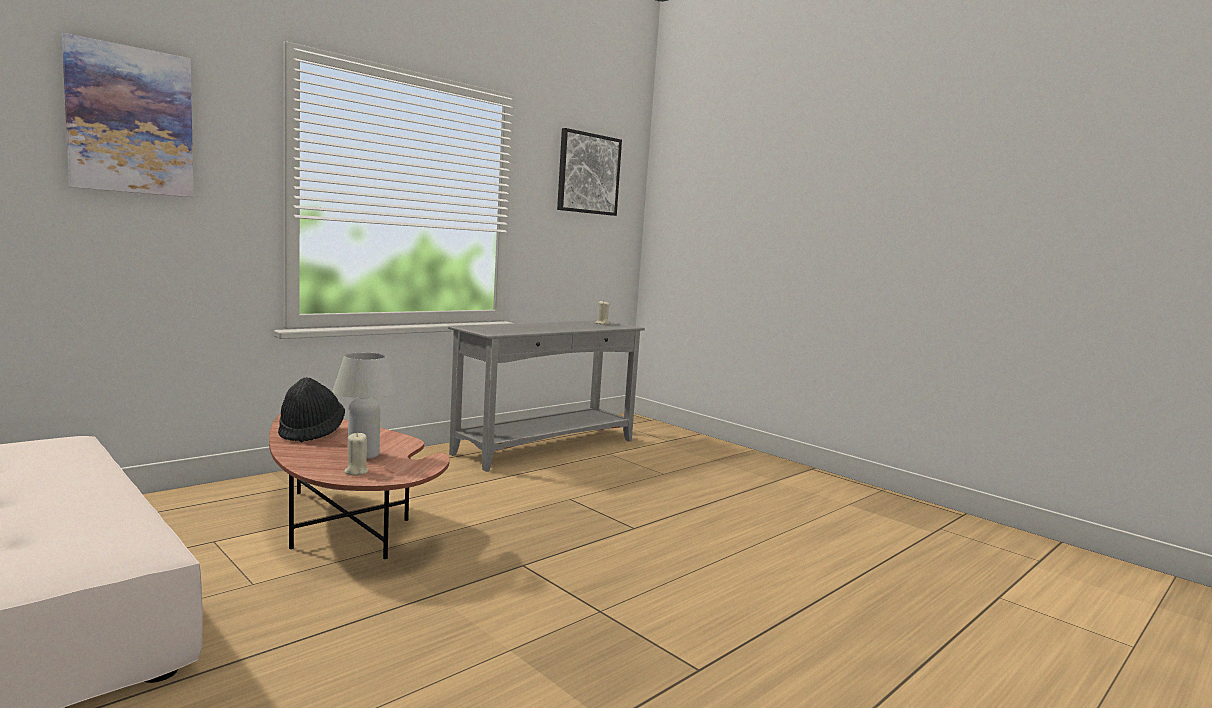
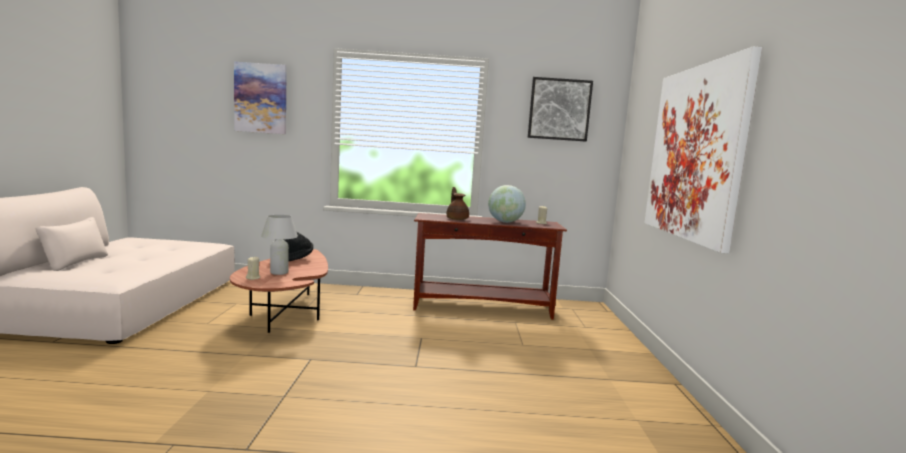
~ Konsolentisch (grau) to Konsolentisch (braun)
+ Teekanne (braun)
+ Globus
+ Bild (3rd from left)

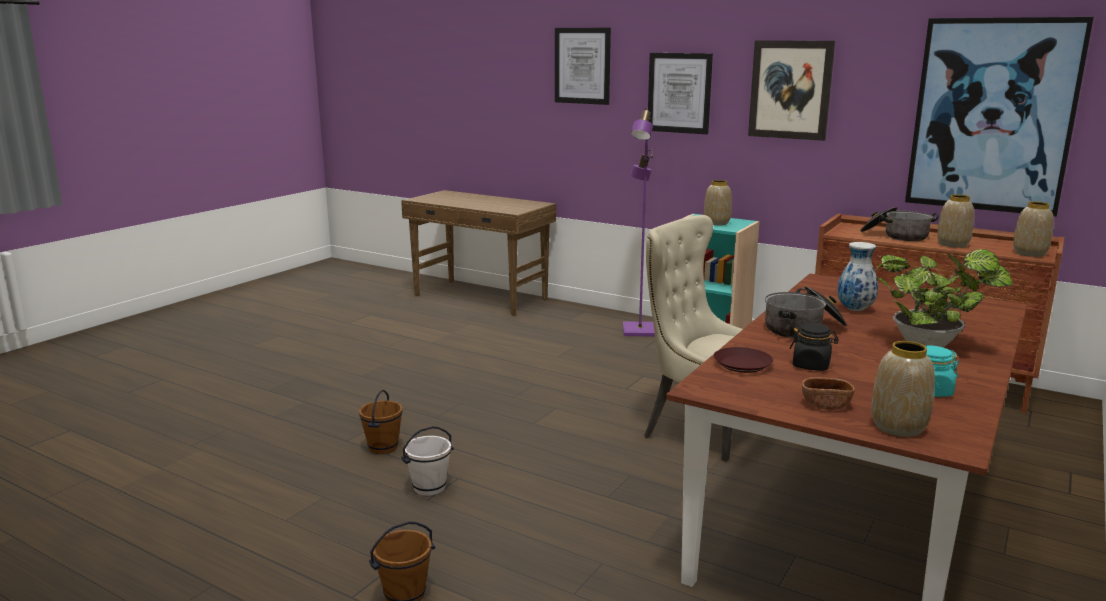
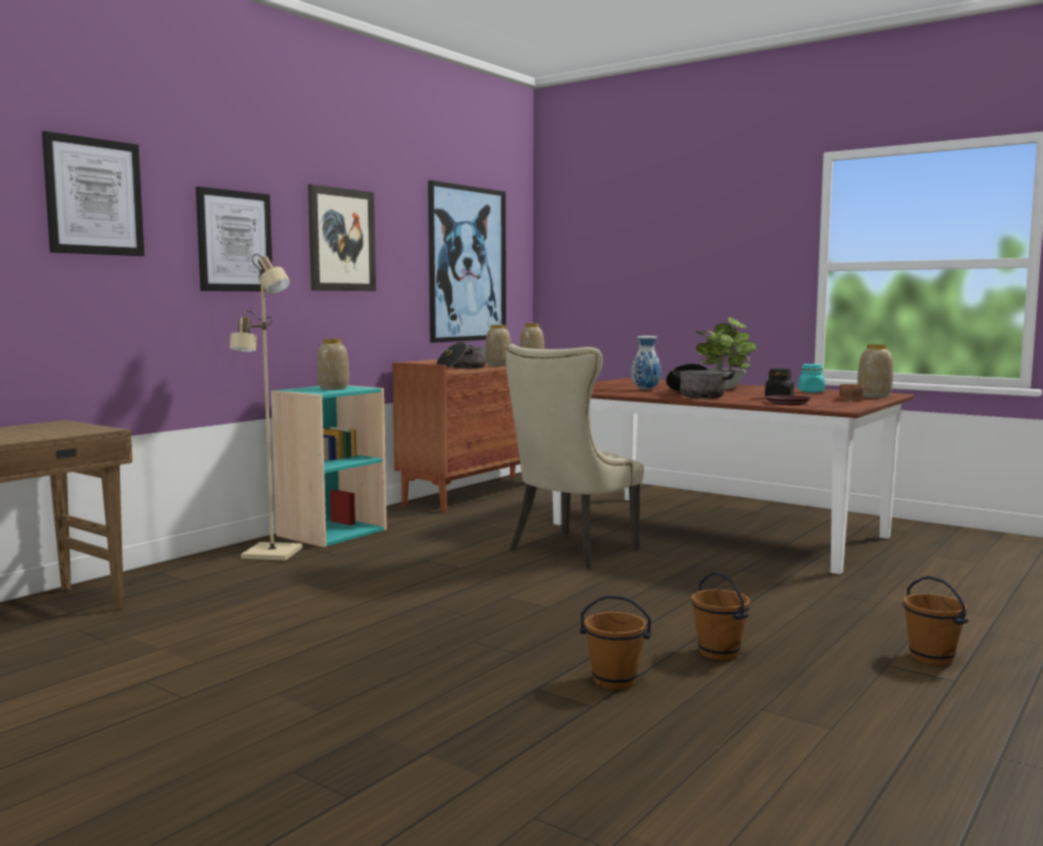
~ Eimer (weiß) to Eimer (braun) (2nd from left)
~ Stehlampe (lila) to Stehlampe (beige)

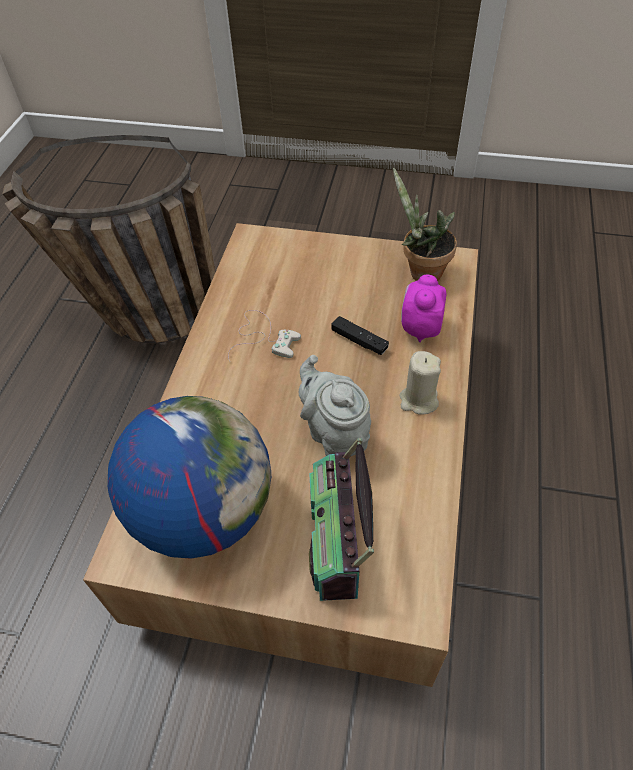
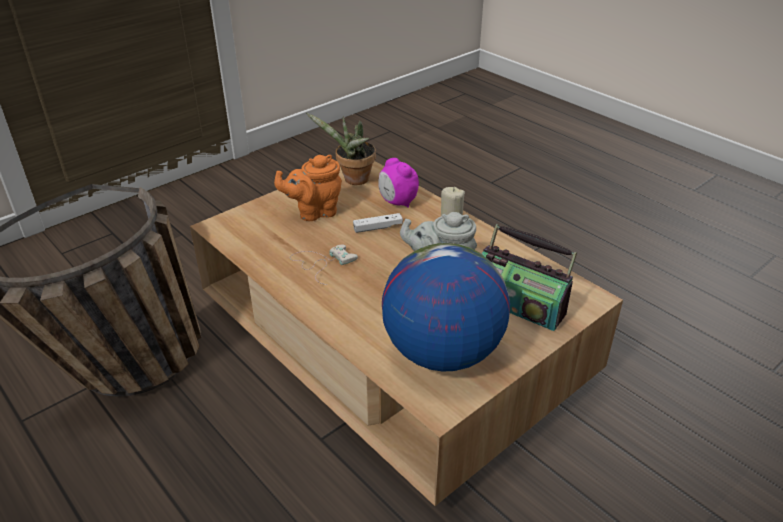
~ Gamepad (schwarz) to Gamepad (weiß) (2nd from left)
+ Teekanne (orange)

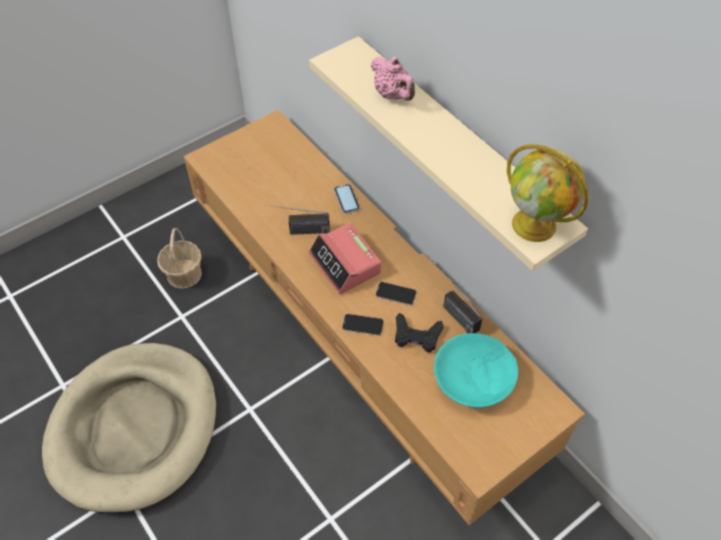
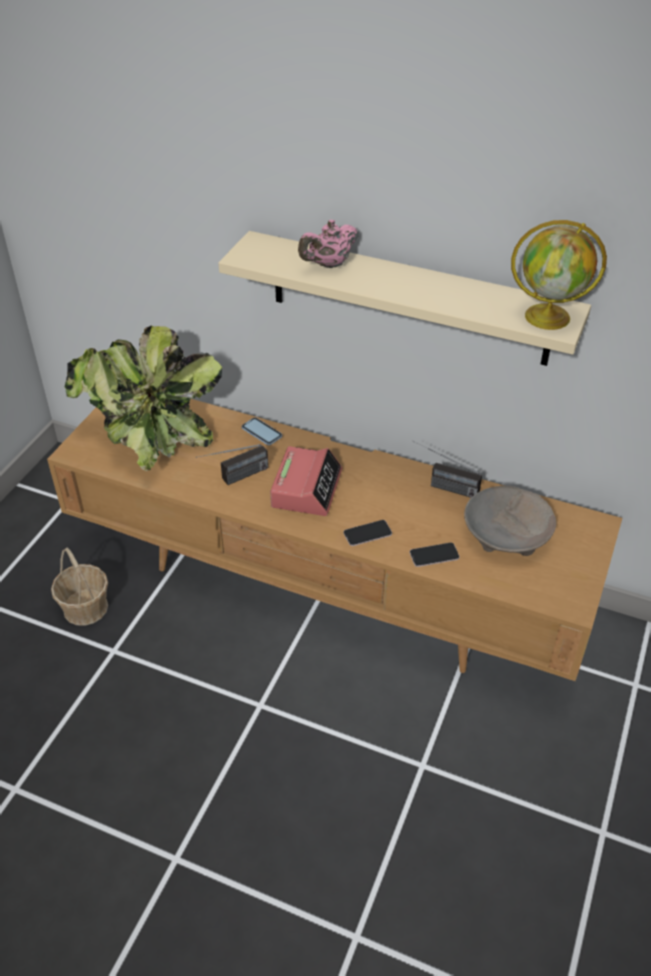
- Hundebett (beige)
~ Wecker 105 degrees counterclockwise
~ Teekanne (rosa) 120 degrees clockwise
~ Handy (3rd from left)
- Gamepad (schwarz)
~ Schüssel (türkis) to Schüssel (beige)
+ Topfpflanze

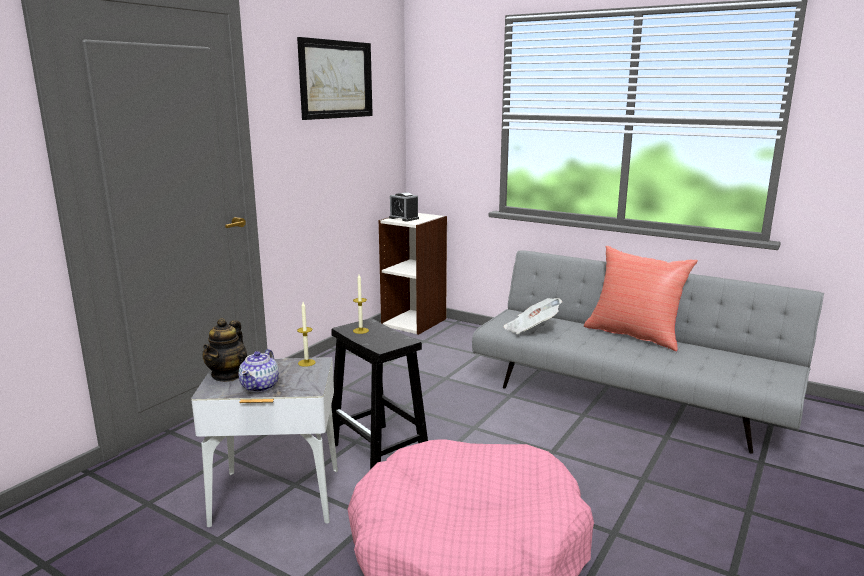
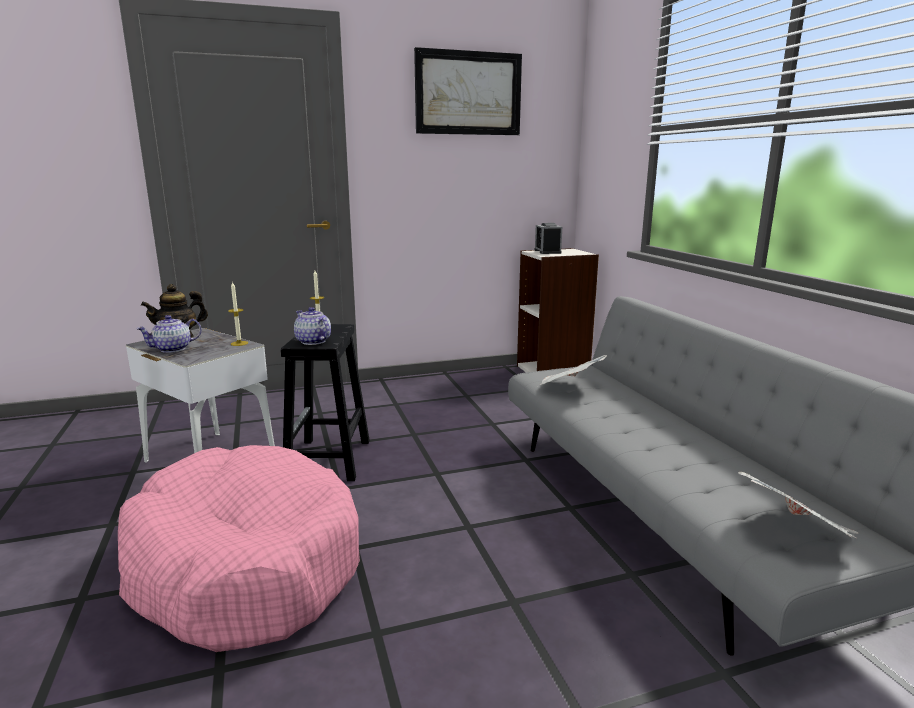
- Kissen (rot)
+ Teekanne (3rd from left)
+ Zeitung (2nd from left)

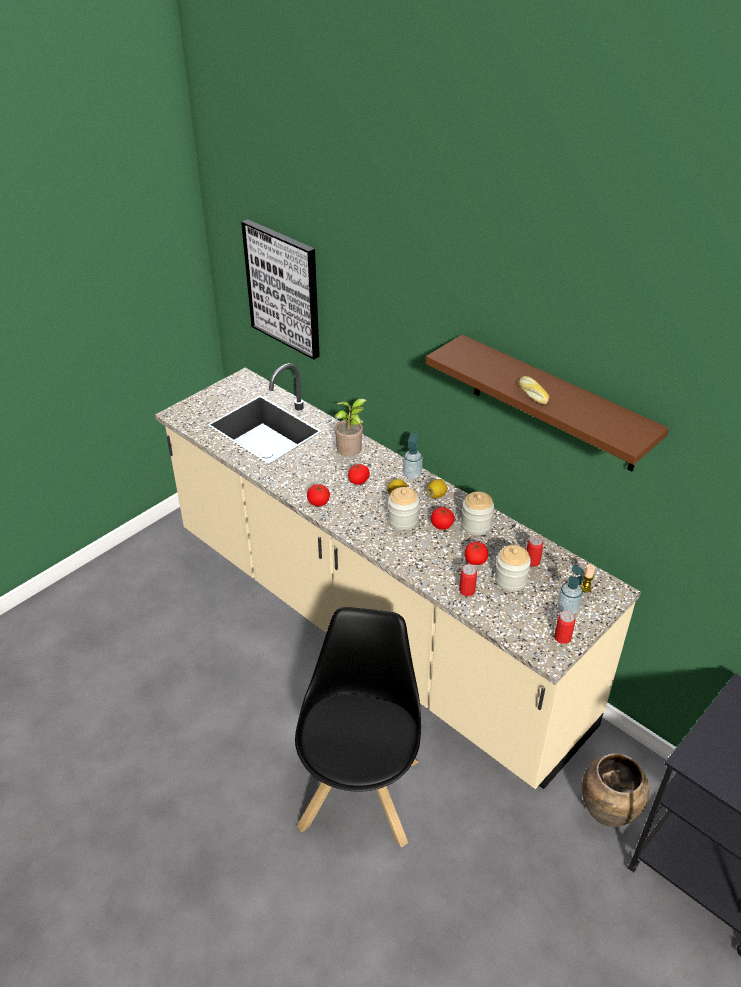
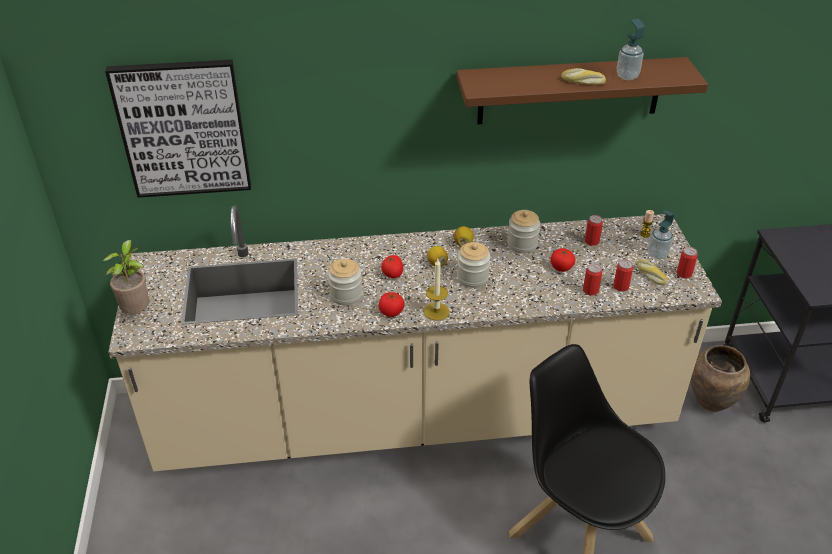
~ Topfpflanze
~ Seifenspender (1st from left)
- Tomate (3rd from left)
~ Vorratsglas (3rd from left in the first image) to Vorratsglas (1st from left)
+ Kerze (1st from left)
+ Dose (3rd from left)
+ Brot (2nd from left)

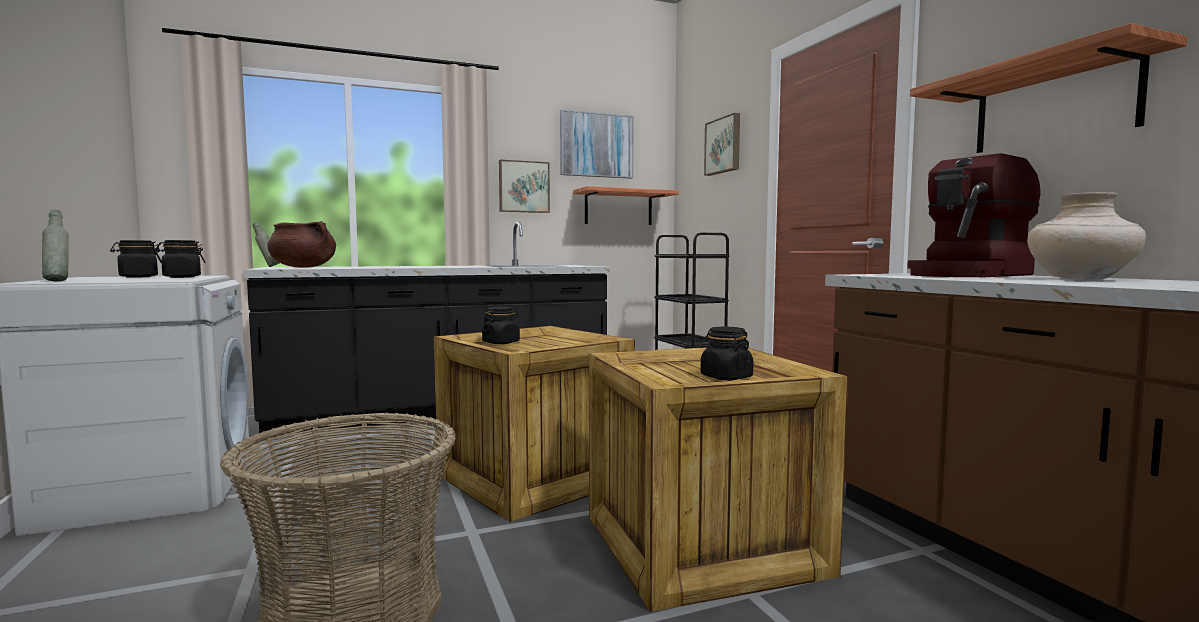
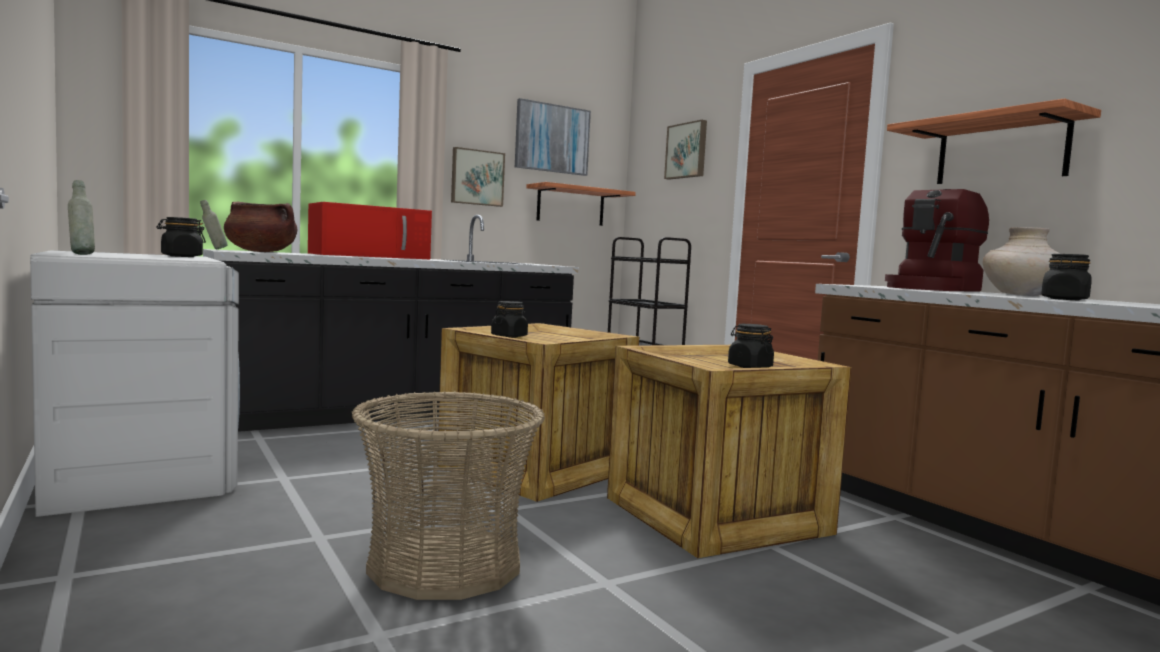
~ Vorratsglas (schwarz) (1st from left in the first image) to Vorratsglas (schwarz) (4th from left)
+ Mikrowelle (rot)

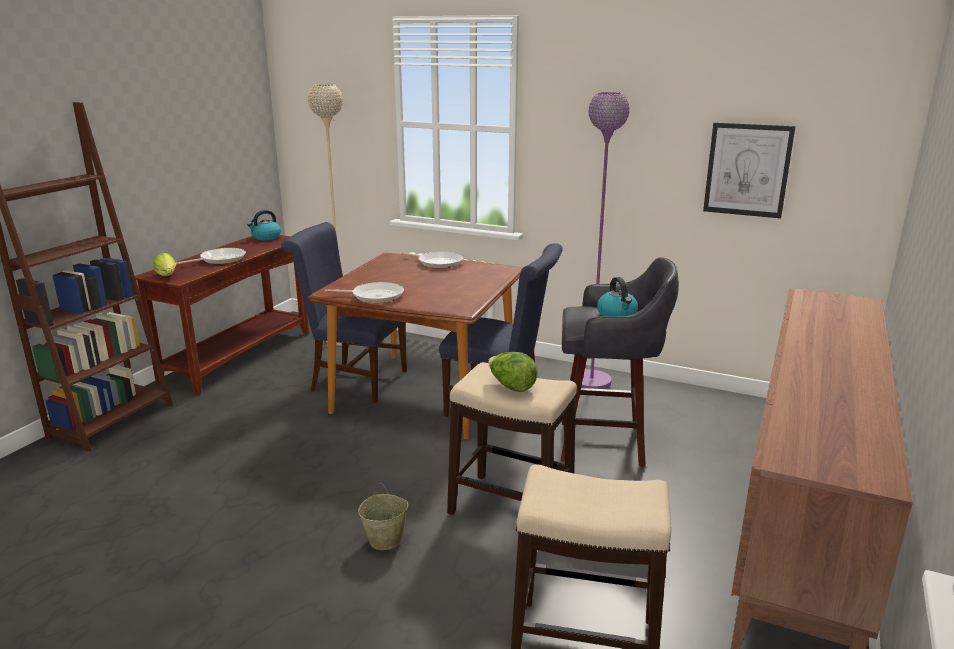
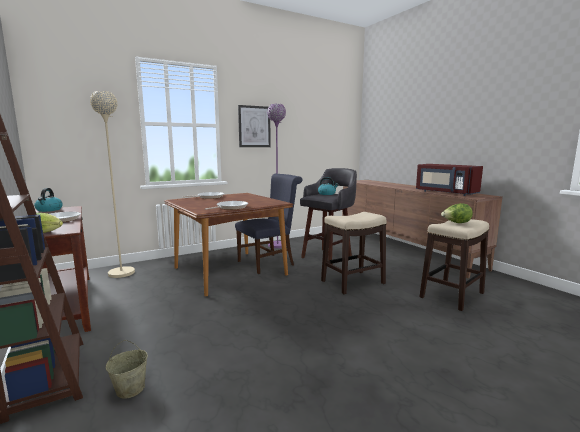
- Stuhl (blau) (1st from left)
~ Eimer (beige)
~ Salatkopf (2nd from left)
~ Bild
+ Mikrowelle (rot)

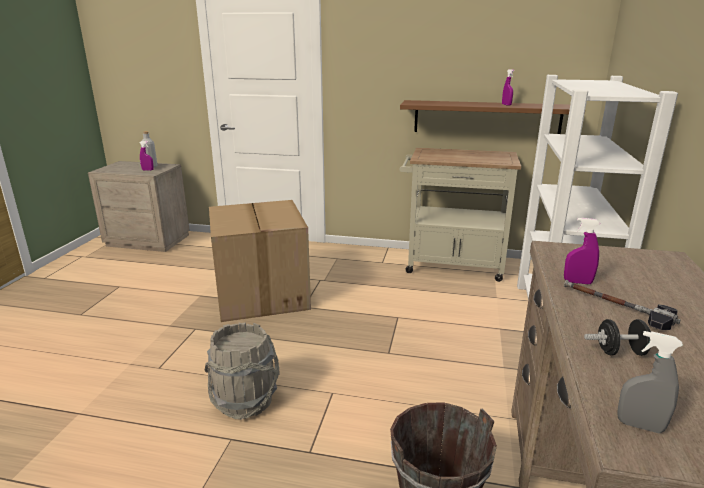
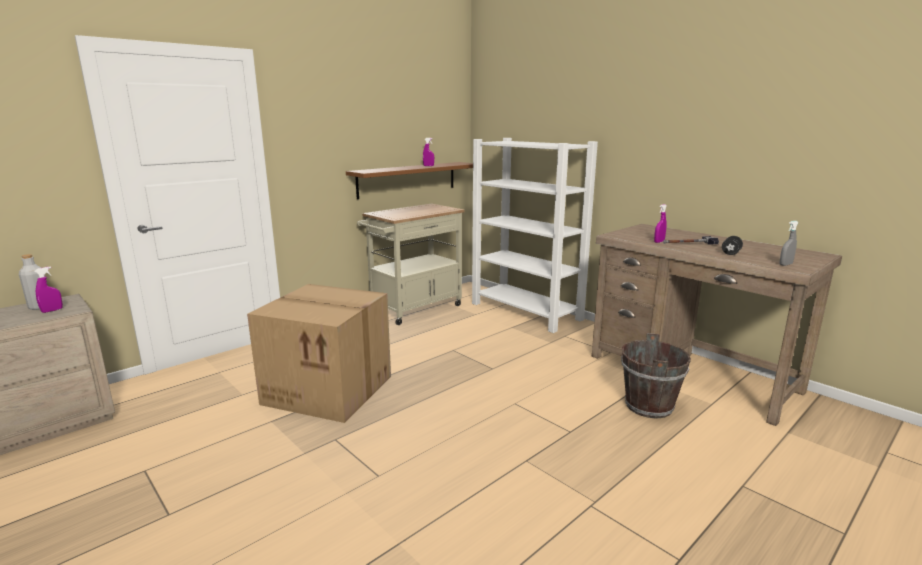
- Eimer (grau)

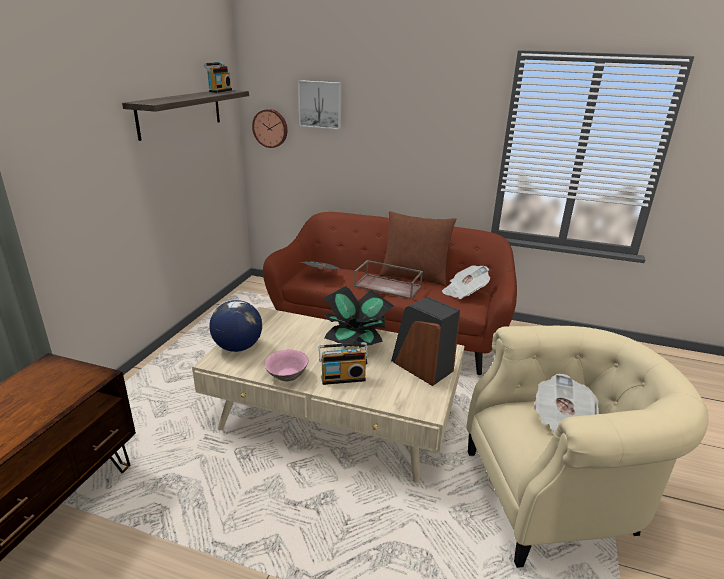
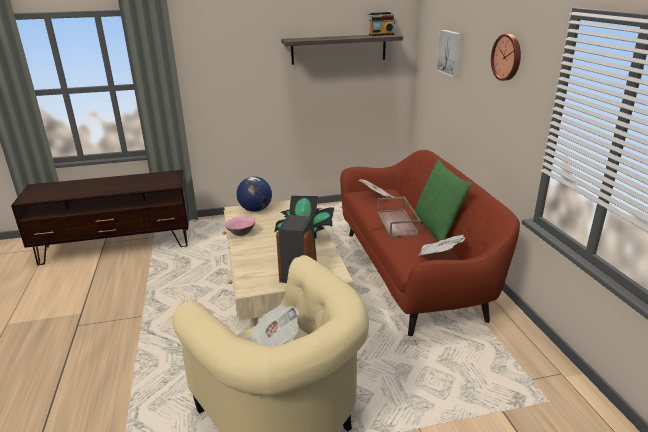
~ Wanduhr
- Radio (2nd from left)
~ Kissen (braun) to Kissen (grün)

